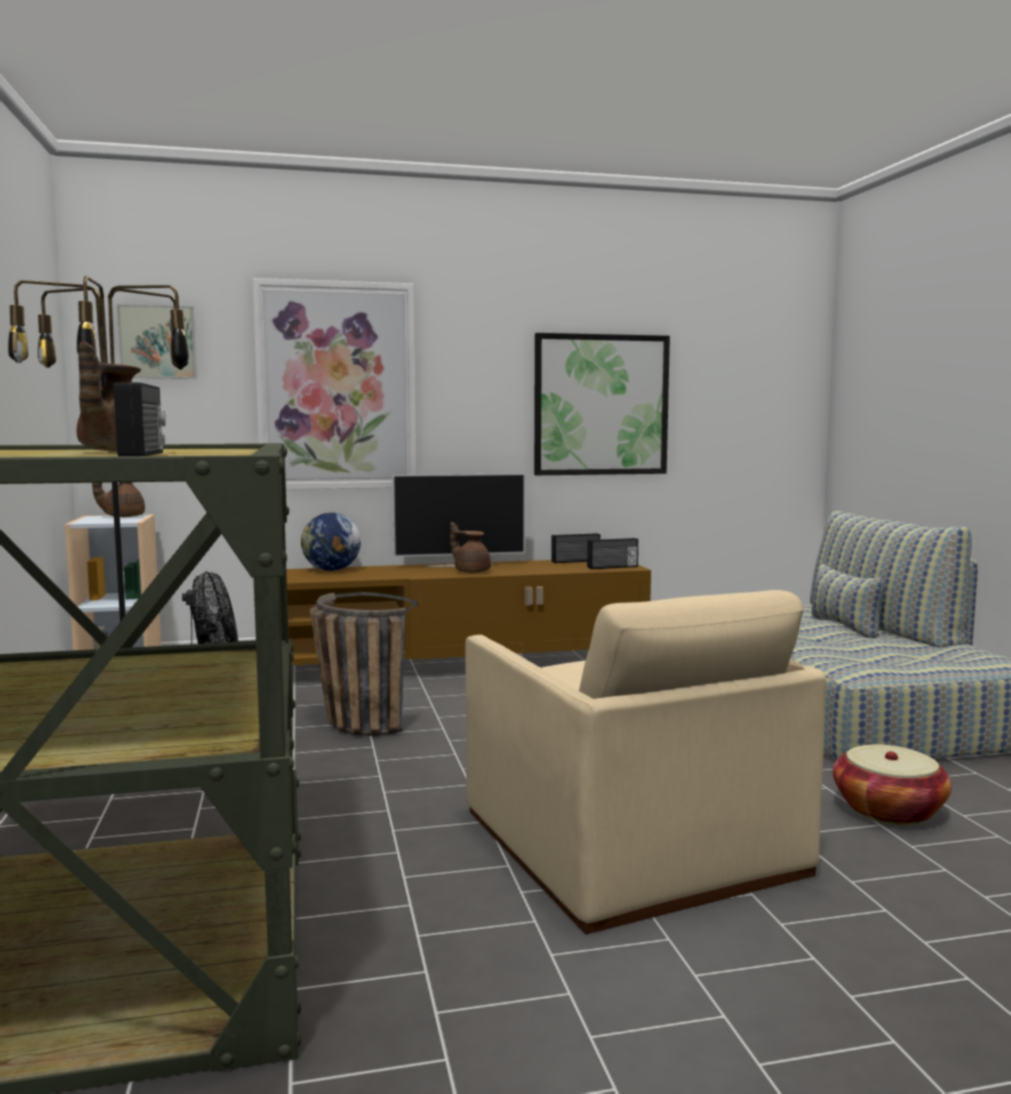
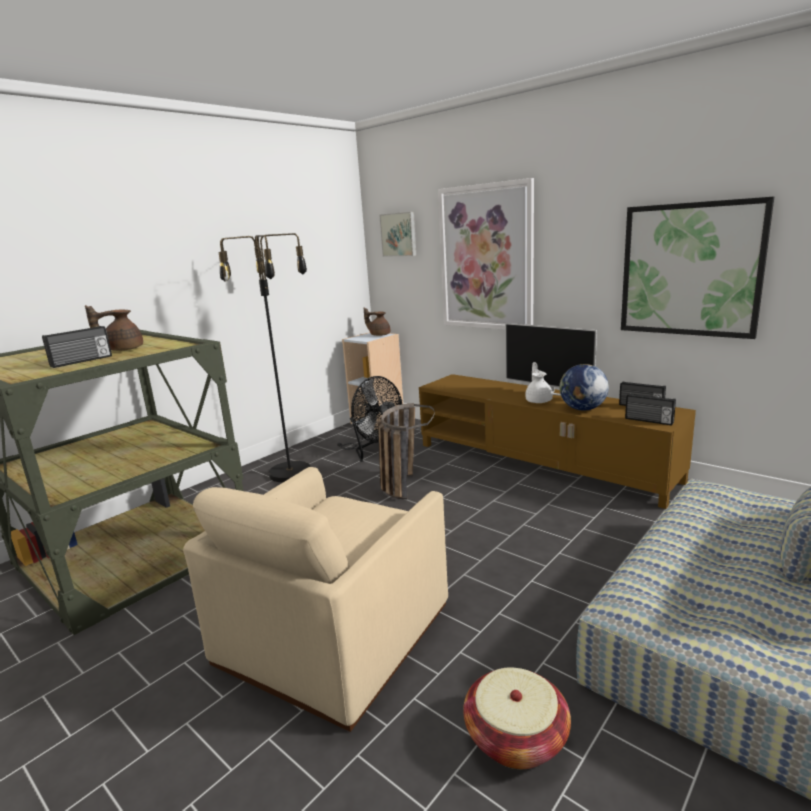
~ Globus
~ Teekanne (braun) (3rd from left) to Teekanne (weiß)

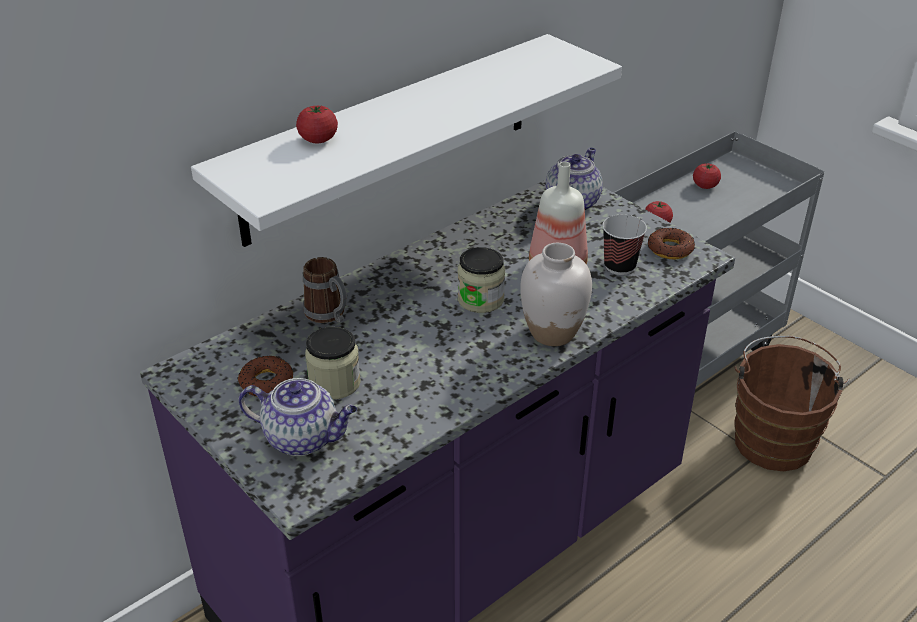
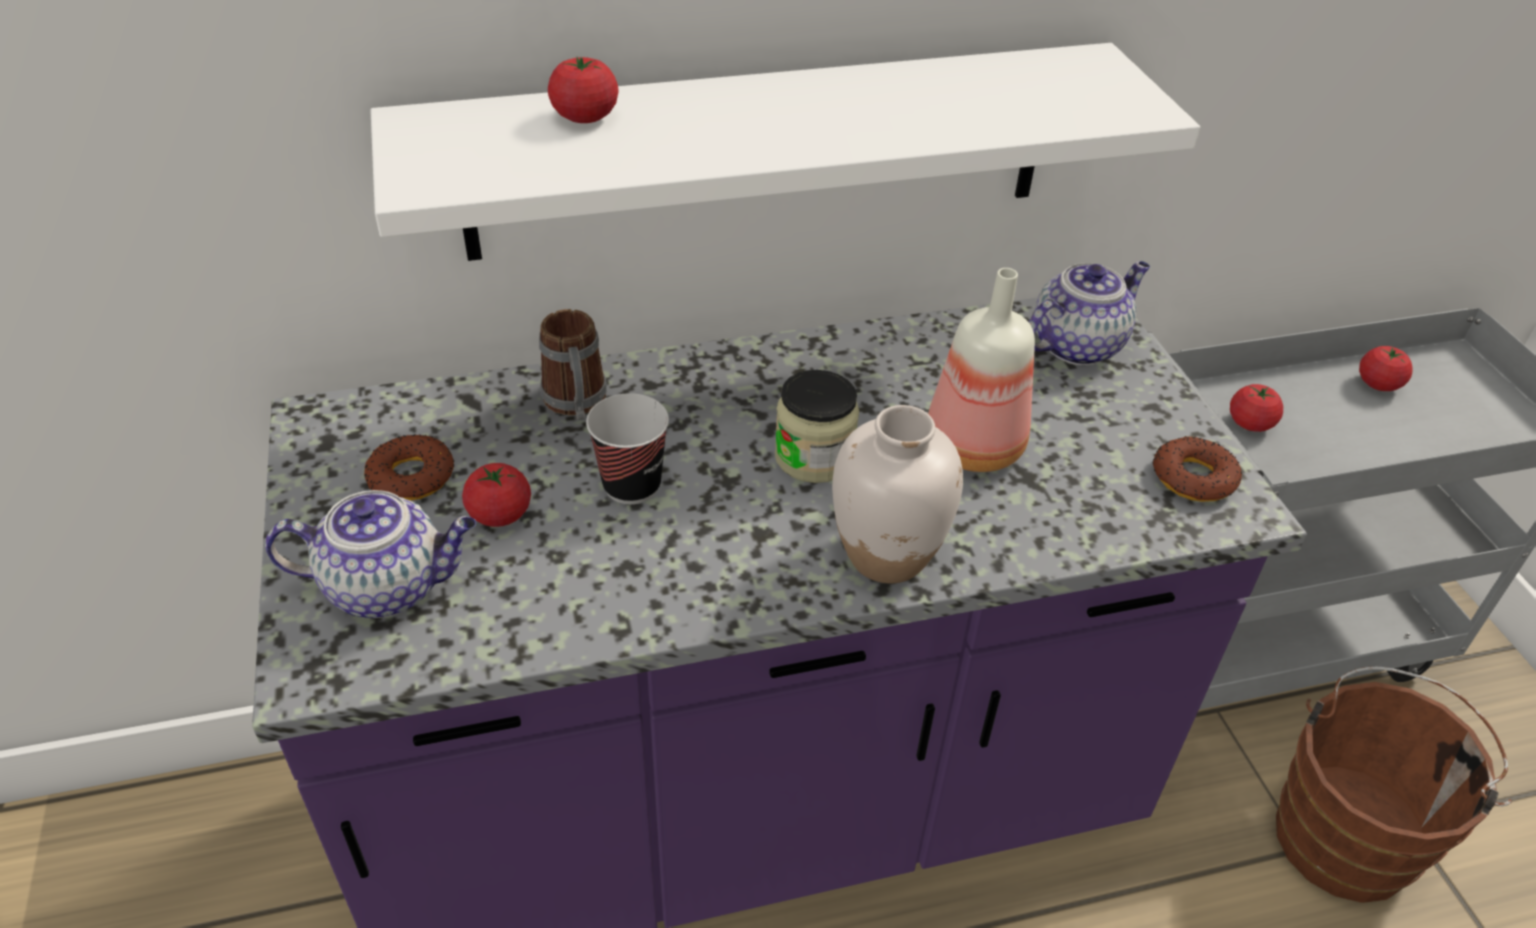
~ Teekanne (1st from left) 45 degrees counterclockwise
~ Vorratsglas (1st from left) to Tomate (1st from left)
~ Tasse

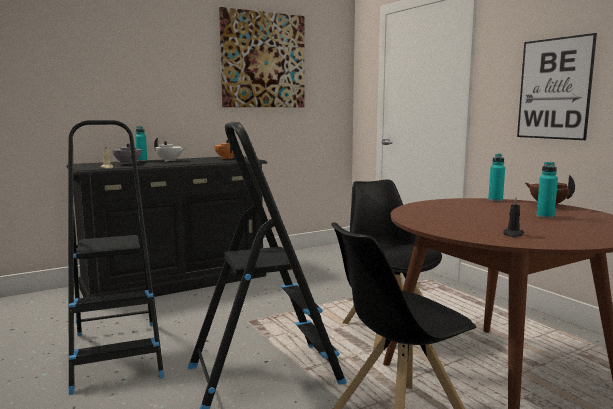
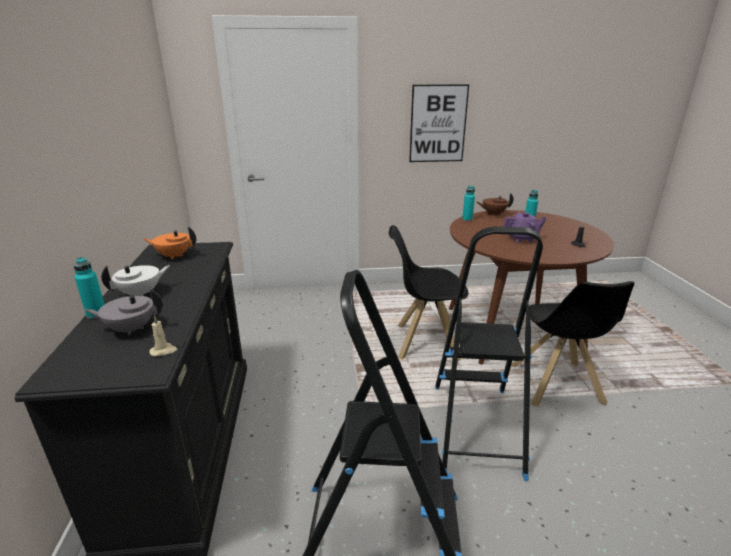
- Bild (1st from left)
+ Teekanne (lila)

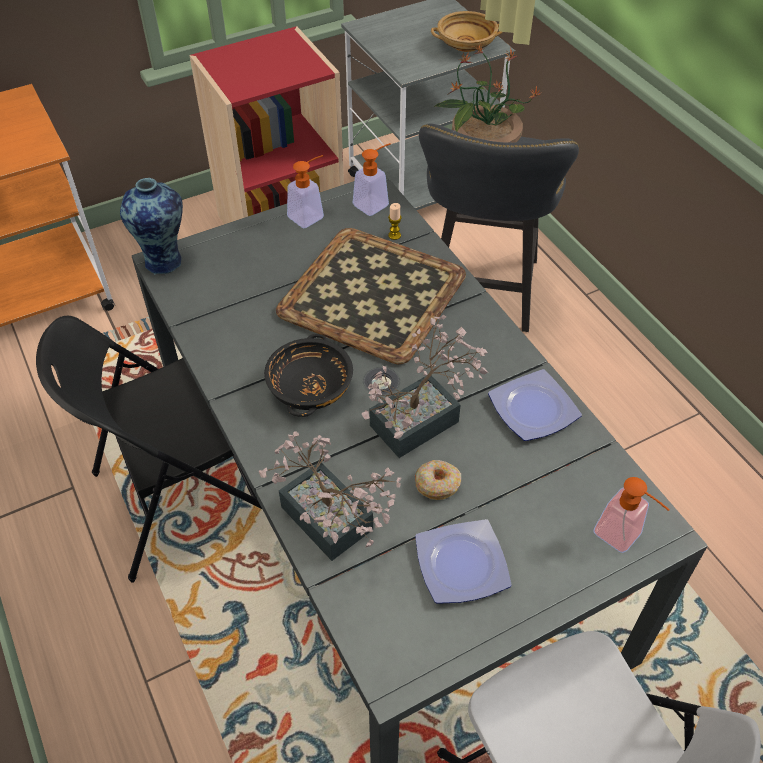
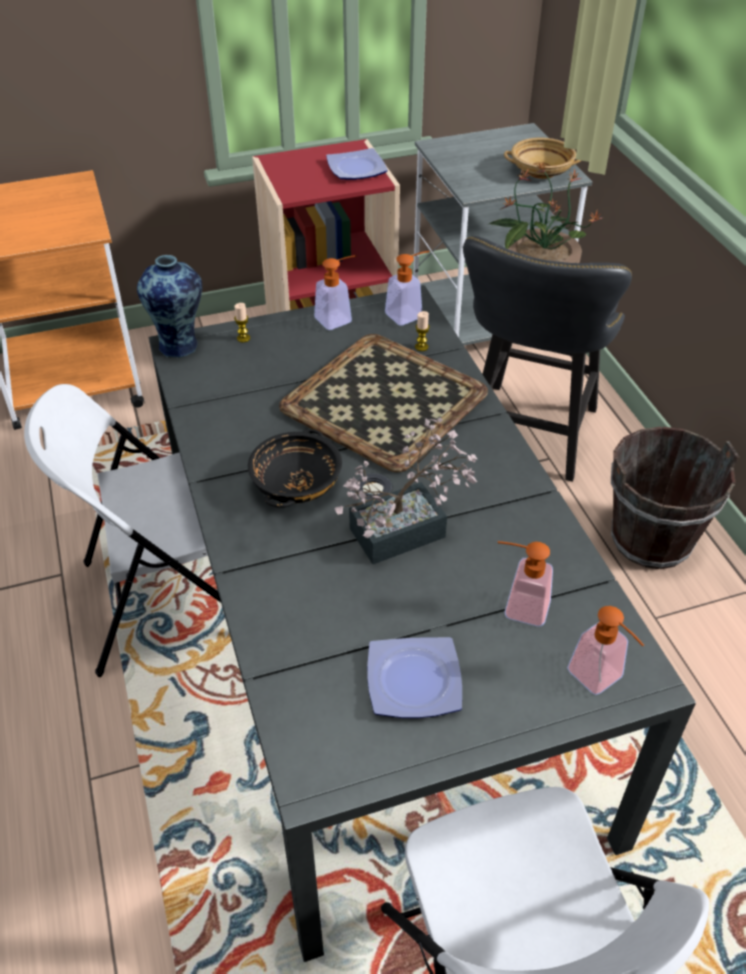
~ Stuhl (schwarz) to Stuhl (weiß) (1st from left)
- Topfpflanze (1st from left)
- Donut
~ Teller (2nd from left in the first image) to Teller (1st from left)
+ Kerze (1st from left)
+ Seifenspender (3rd from left)
+ Eimer (braun)

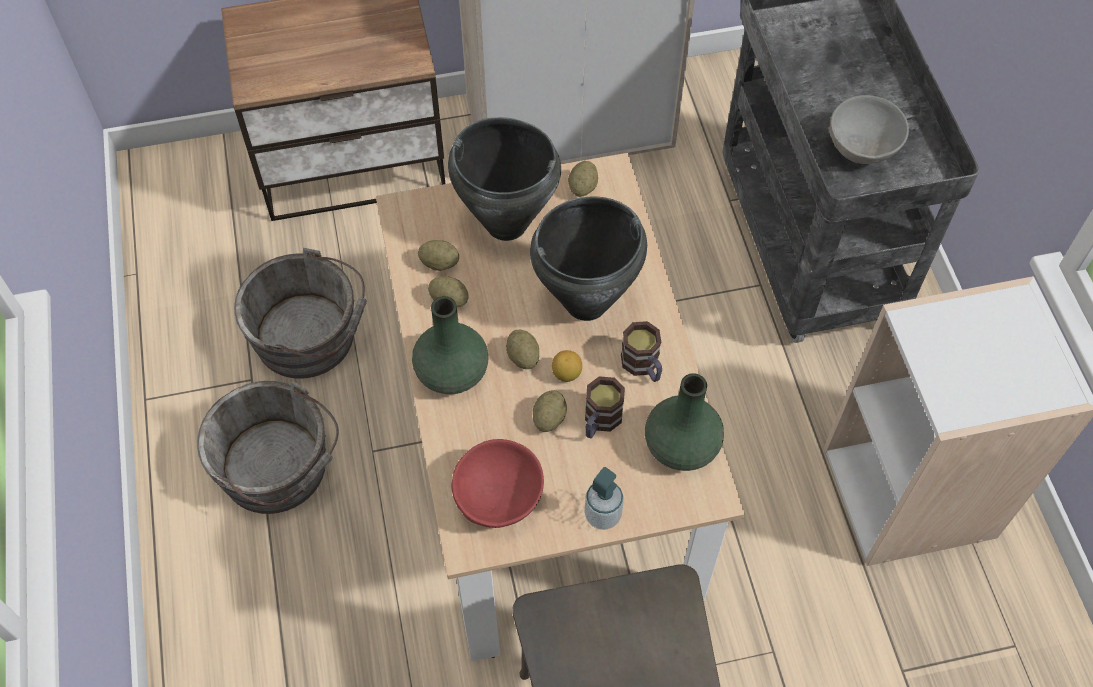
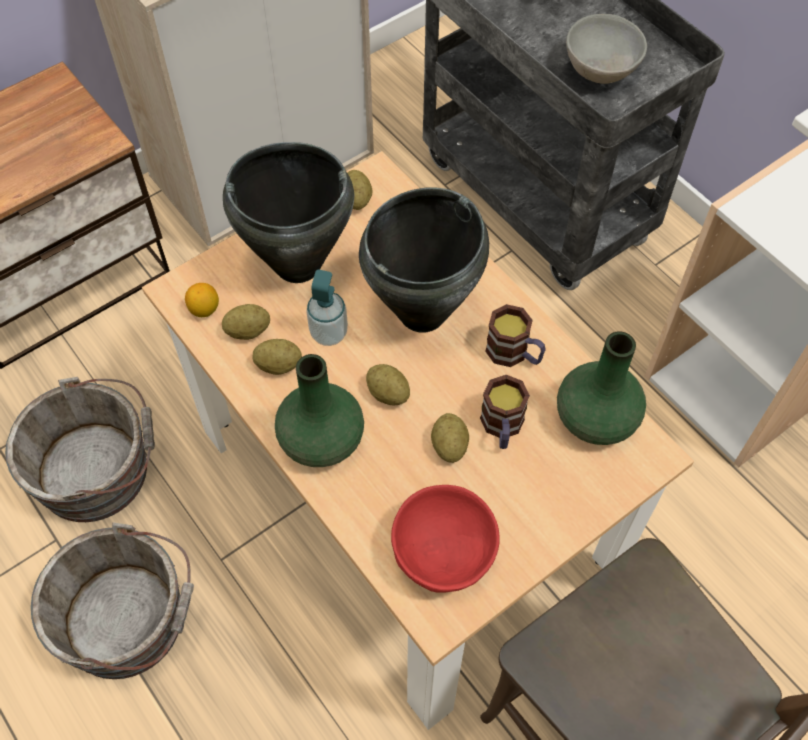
~ Zitrone
~ Seifenspender

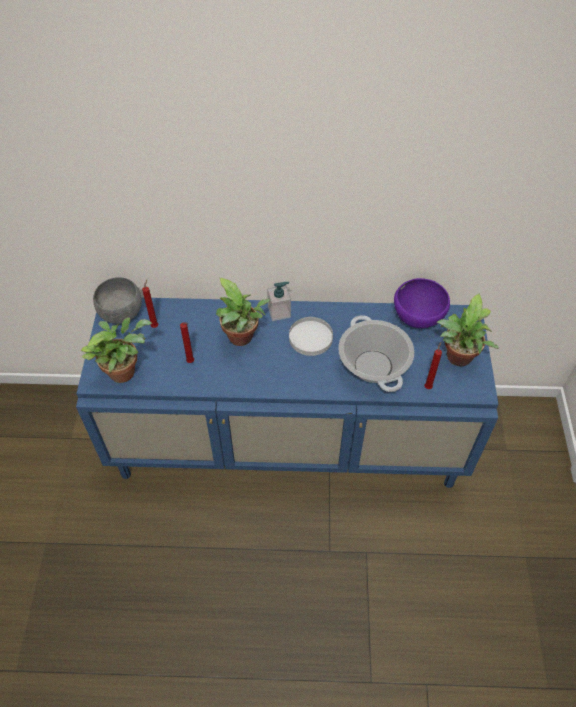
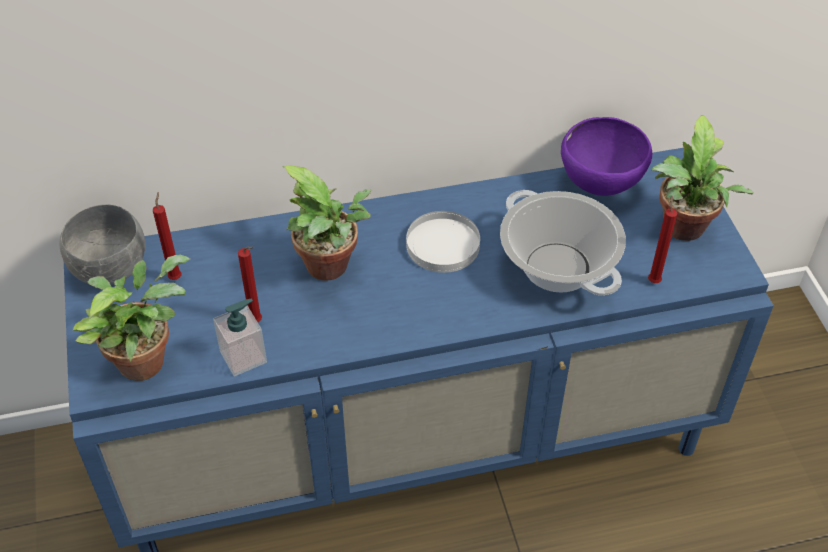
~ Seifenspender

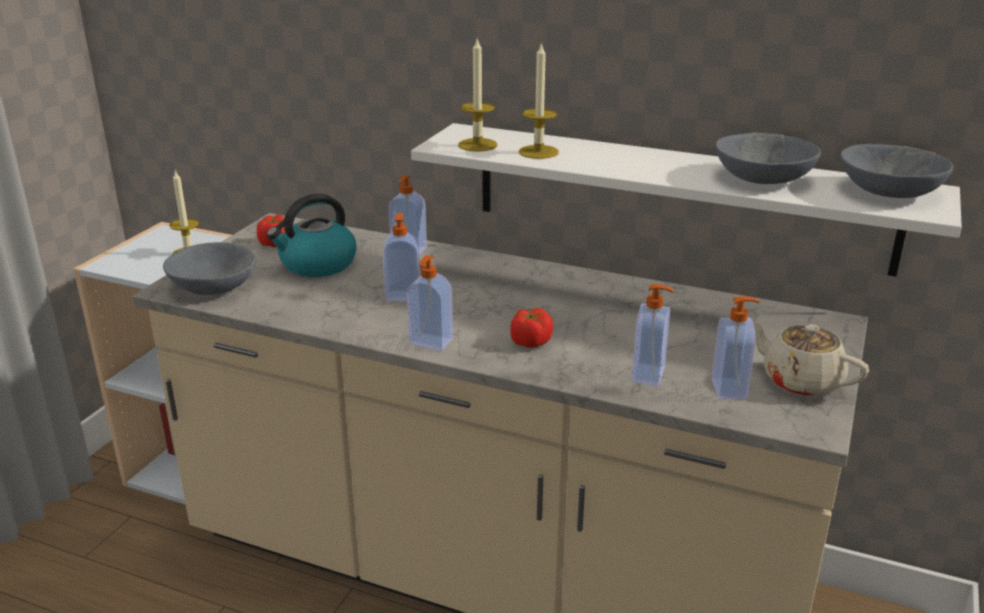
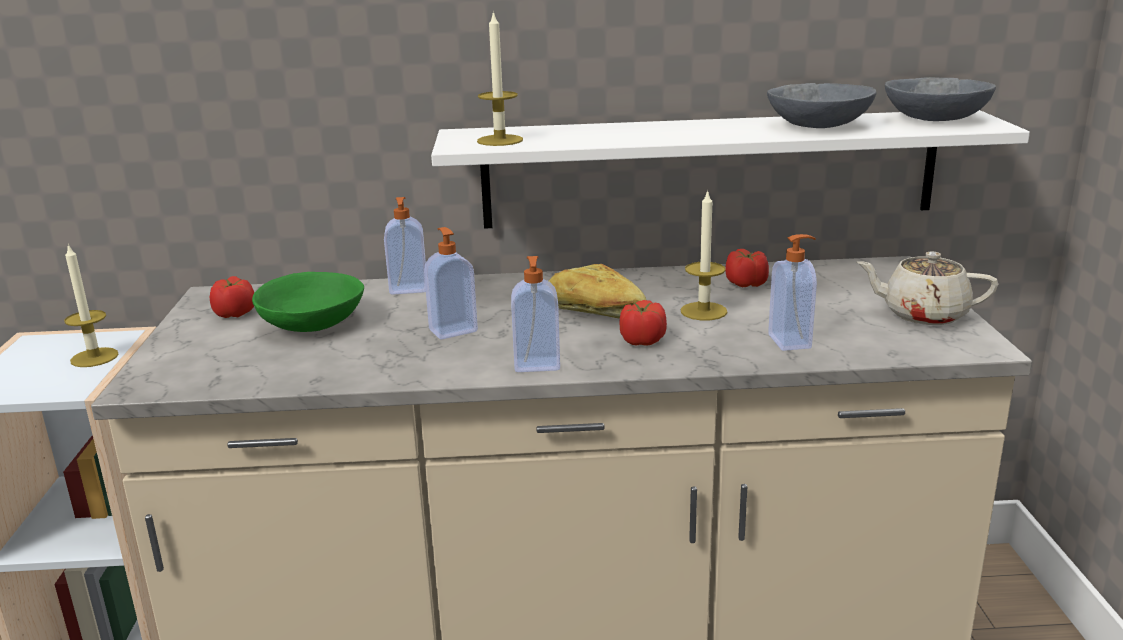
- Schüssel (grau) (1st from left)
~ Wasserkessel to Schüssel (grün)
~ Kerze (3rd from left)
- Seifenspender (5th from left)
+ Brot
+ Tomate (3rd from left)

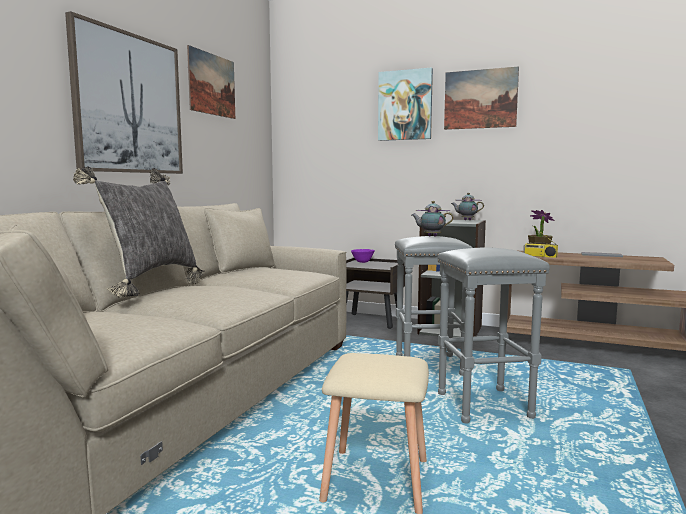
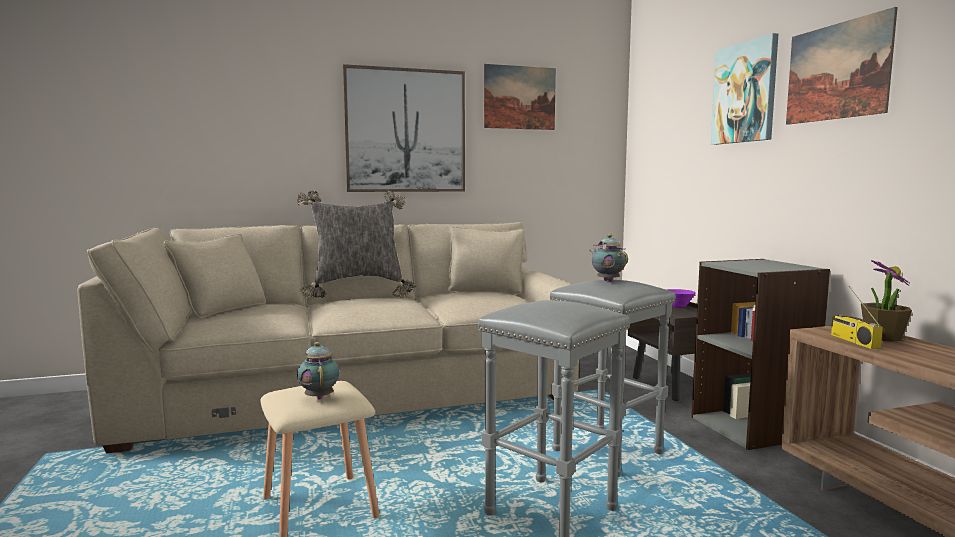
~ Teekanne (2nd from left in the first image) to Teekanne (1st from left)

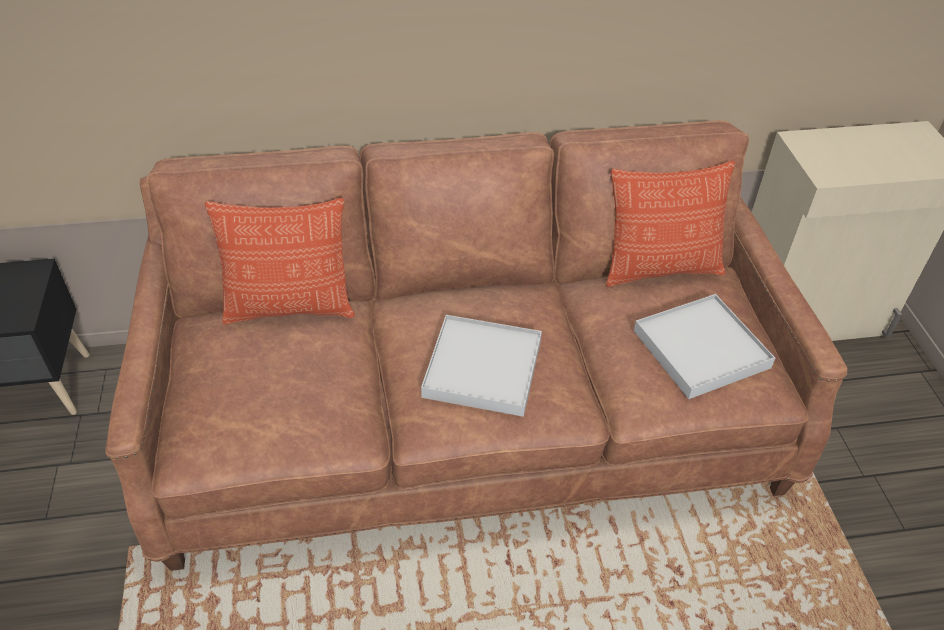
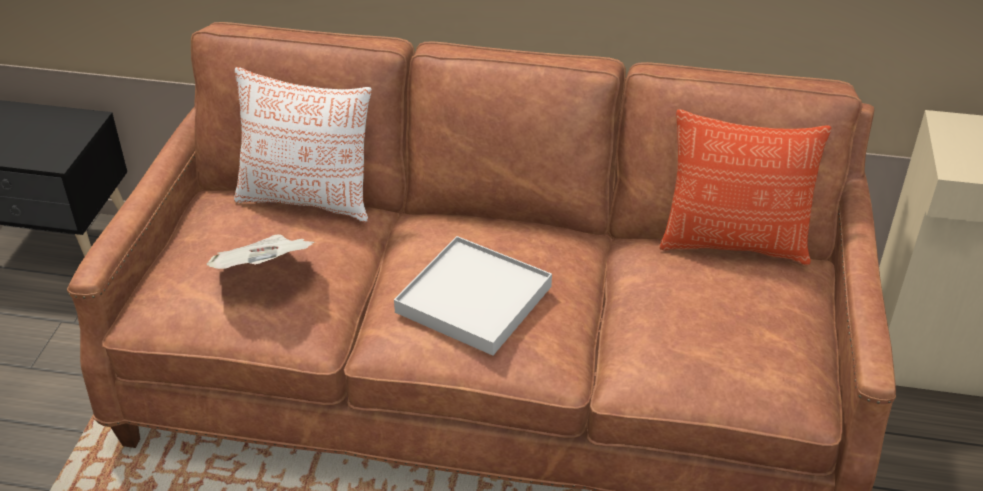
~ Kissen (orange) (1st from left) to Kissen (weiß)
- Tablett (weiß) (2nd from left)
+ Zeitung

